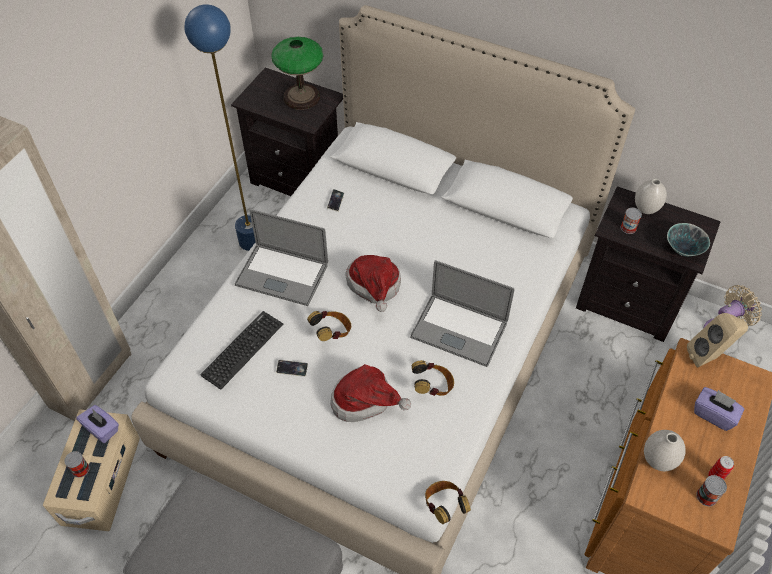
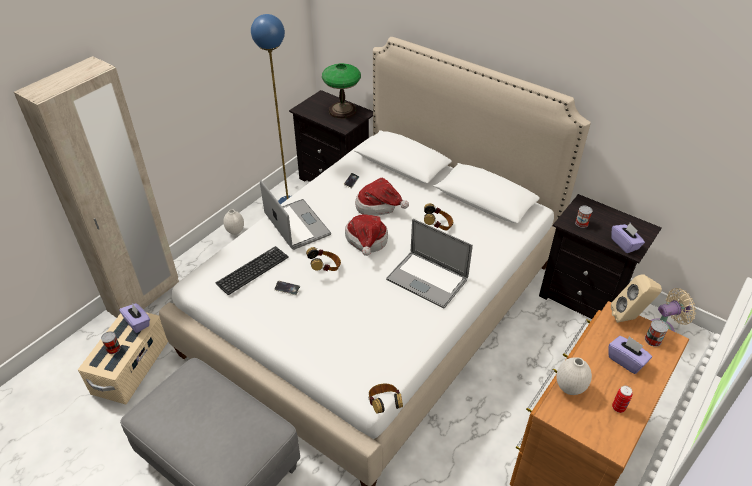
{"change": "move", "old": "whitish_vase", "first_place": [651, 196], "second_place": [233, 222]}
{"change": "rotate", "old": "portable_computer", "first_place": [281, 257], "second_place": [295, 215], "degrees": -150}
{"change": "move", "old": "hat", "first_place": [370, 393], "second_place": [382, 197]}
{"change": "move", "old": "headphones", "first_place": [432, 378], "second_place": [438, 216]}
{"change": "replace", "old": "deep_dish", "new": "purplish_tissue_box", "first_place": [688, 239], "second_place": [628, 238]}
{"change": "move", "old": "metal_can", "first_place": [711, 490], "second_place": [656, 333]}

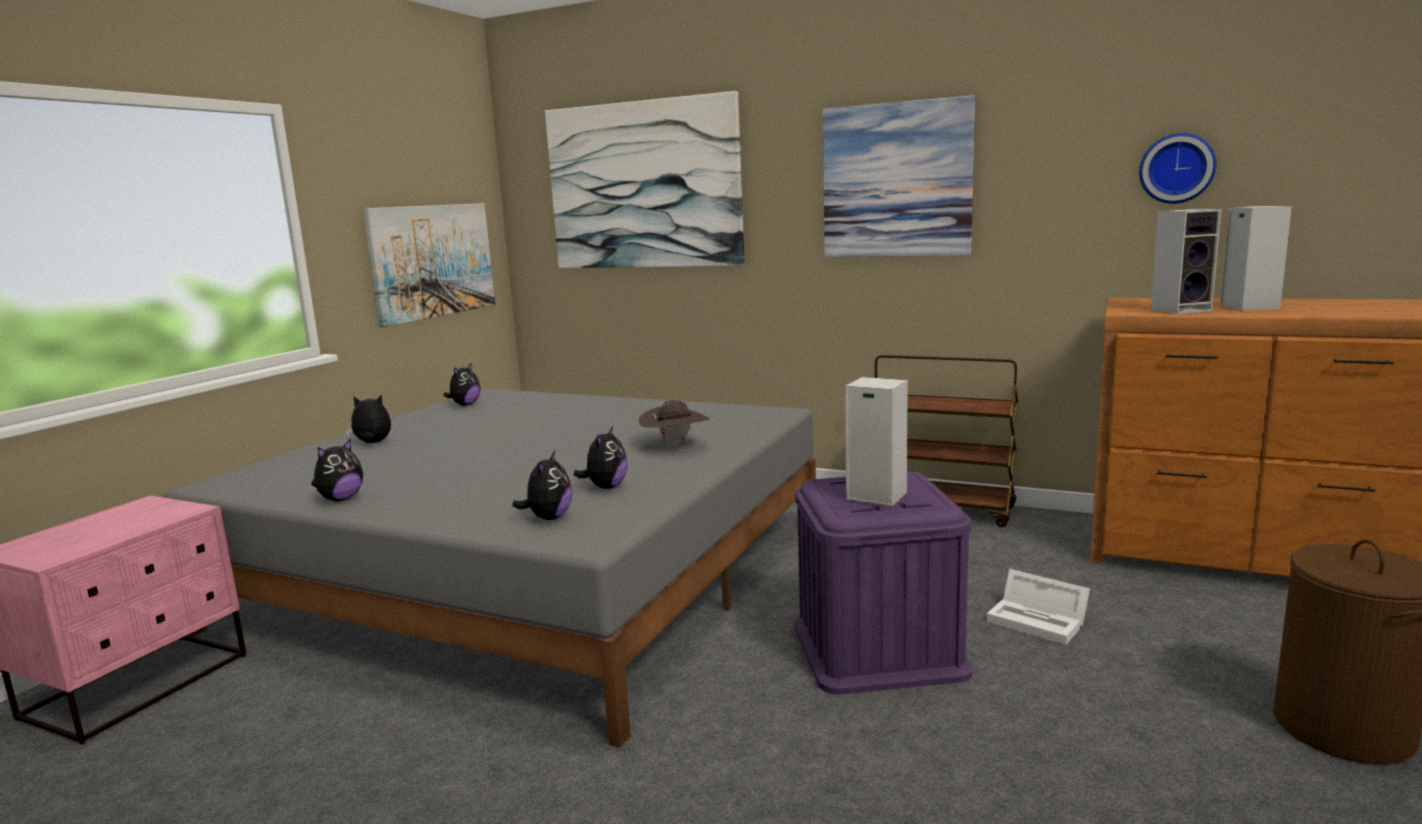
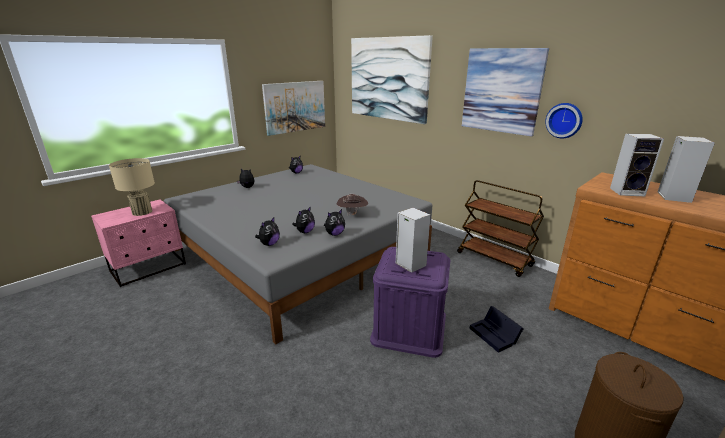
{"change": "insert", "new": "sand-coloured_lamp_for_a_table", "second_place": [132, 187]}
{"change": "move", "old": "cuddly_toy", "first_place": [337, 469], "second_place": [334, 222]}
{"change": "recolor", "old": "whitish_storage_bin", "new": "blackish_storage_bin", "first_place": [1038, 607], "second_place": [497, 329]}
{"change": "move", "old": "hanging_clock", "first_place": [1177, 168], "second_place": [564, 121]}

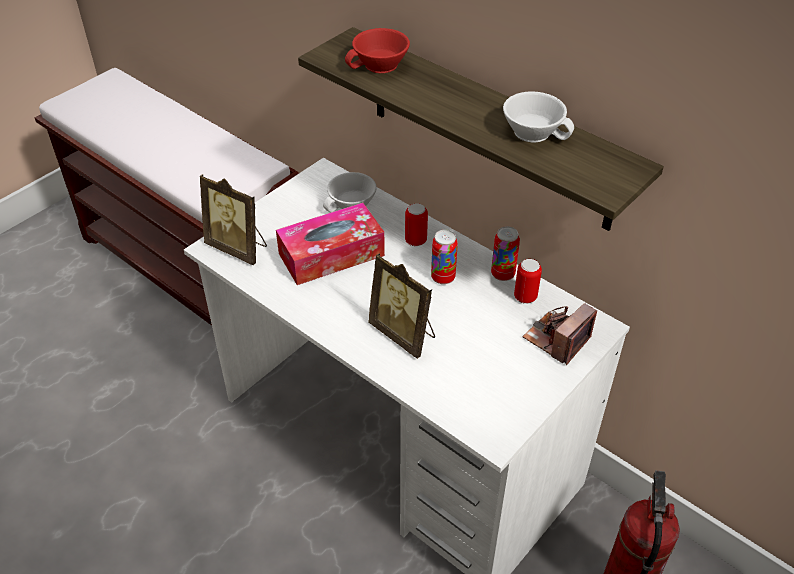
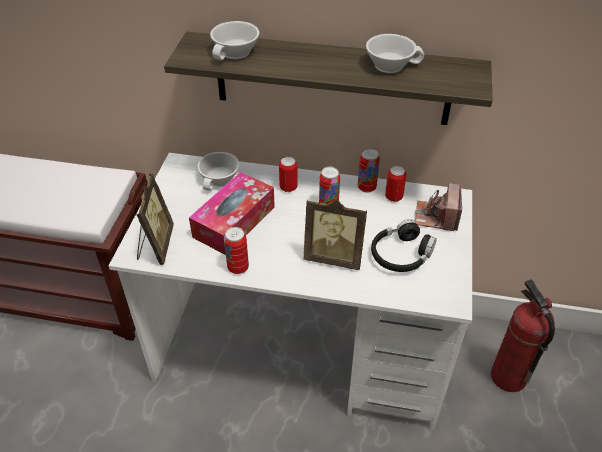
{"change": "rotate", "old": "standing_frame", "first_place": [233, 219], "second_place": [155, 219], "degrees": -90}
{"change": "recolor", "old": "red_cup", "new": "whitish_cup", "first_place": [377, 50], "second_place": [234, 40]}
{"change": "insert", "new": "metal_can", "second_place": [236, 250]}
{"change": "insert", "new": "blackish_headphones", "second_place": [404, 245]}

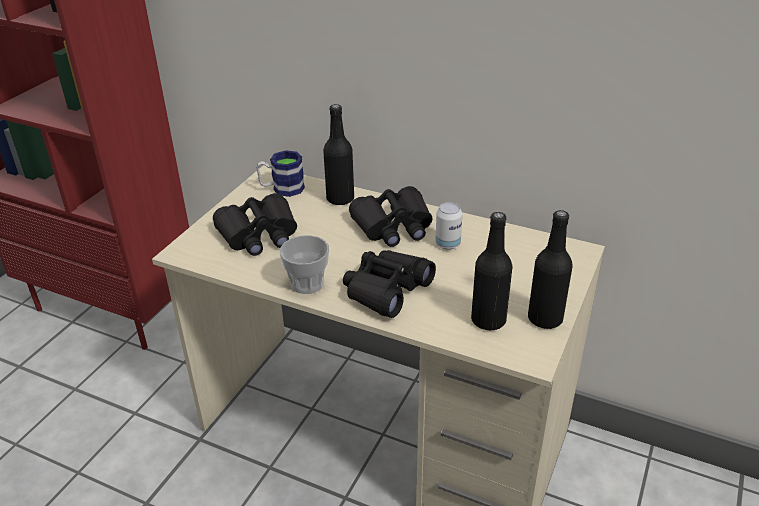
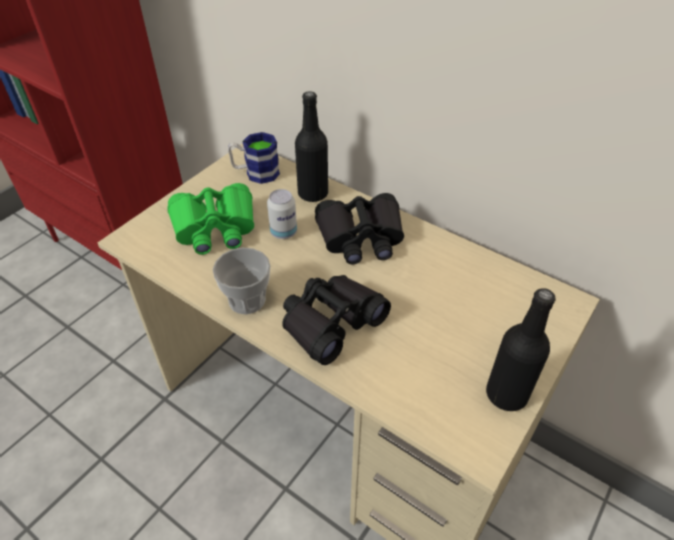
{"change": "recolor", "old": "blackish_field_glasses", "new": "green_field_glasses", "first_place": [255, 224], "second_place": [210, 219]}
{"change": "move", "old": "metal_can", "first_place": [449, 226], "second_place": [282, 214]}
{"change": "delete", "old": "blackish_beverage_bottle", "first_place": [491, 271]}

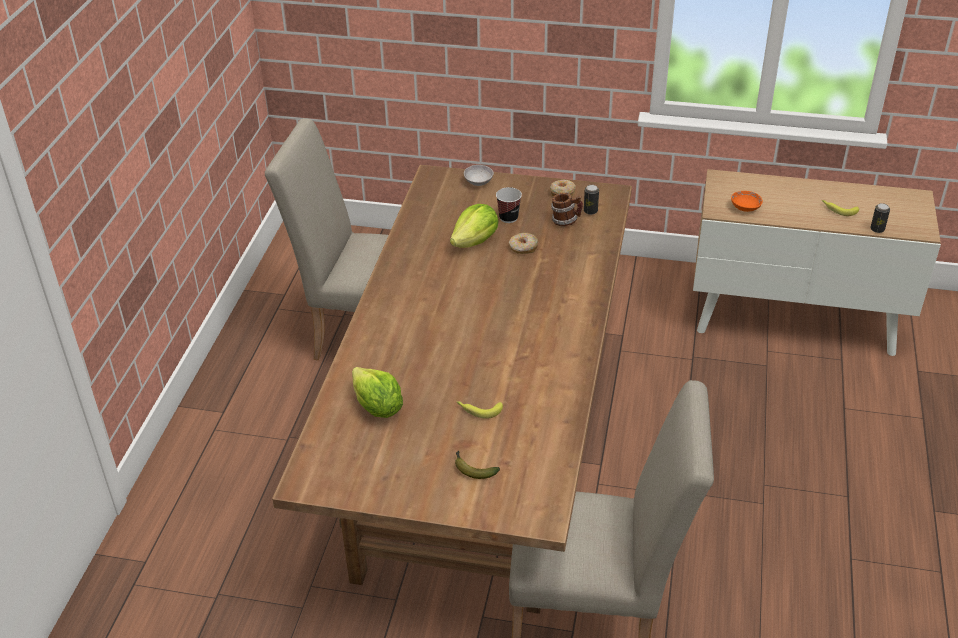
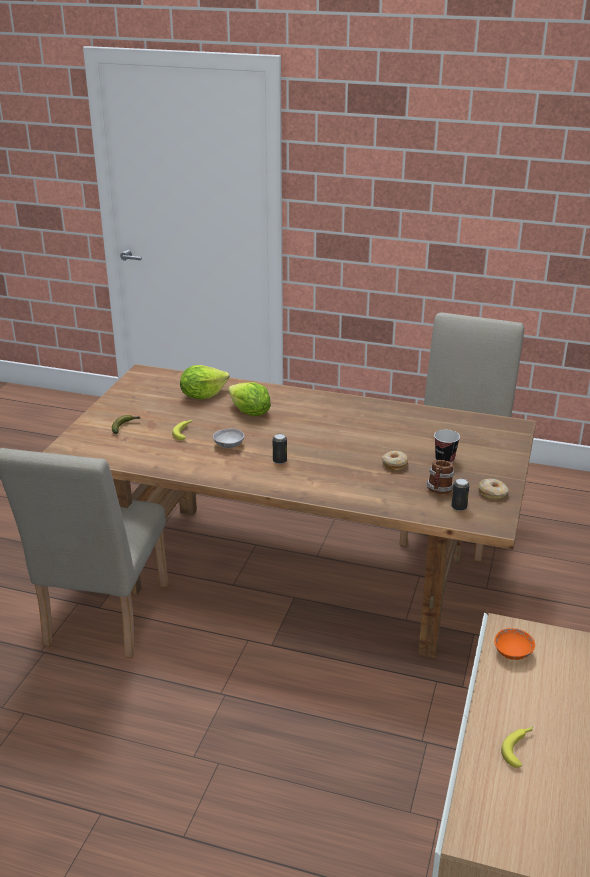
{"change": "move", "old": "gray_deep_dish", "first_place": [479, 175], "second_place": [228, 438]}
{"change": "move", "old": "lettuce", "first_place": [474, 226], "second_place": [249, 399]}
{"change": "move", "old": "metal_can", "first_place": [880, 218], "second_place": [280, 449]}

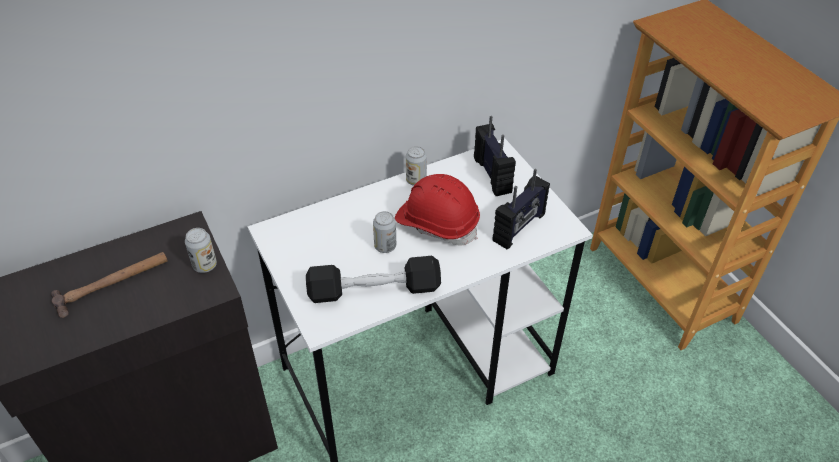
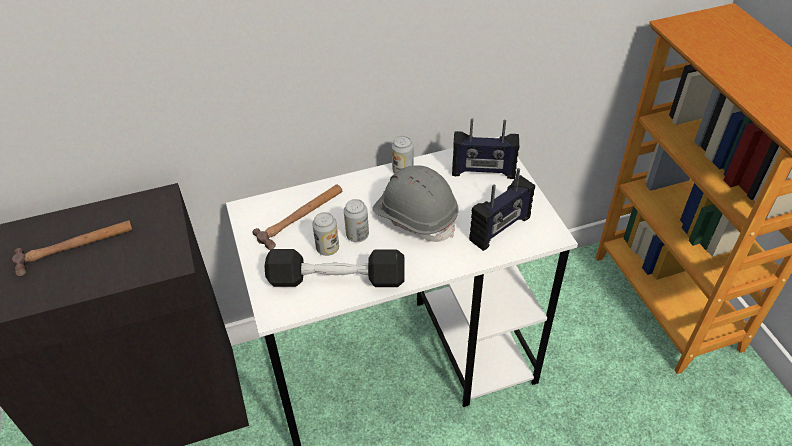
{"change": "insert", "new": "hammer", "second_place": [297, 217]}
{"change": "move", "old": "metal_can", "first_place": [201, 250], "second_place": [325, 234]}
{"change": "recolor", "old": "red_safety_helmet", "new": "gray_safety_helmet", "first_place": [437, 210], "second_place": [415, 203]}
{"change": "rotate", "old": "radio", "first_place": [495, 156], "second_place": [485, 148], "degrees": 105}

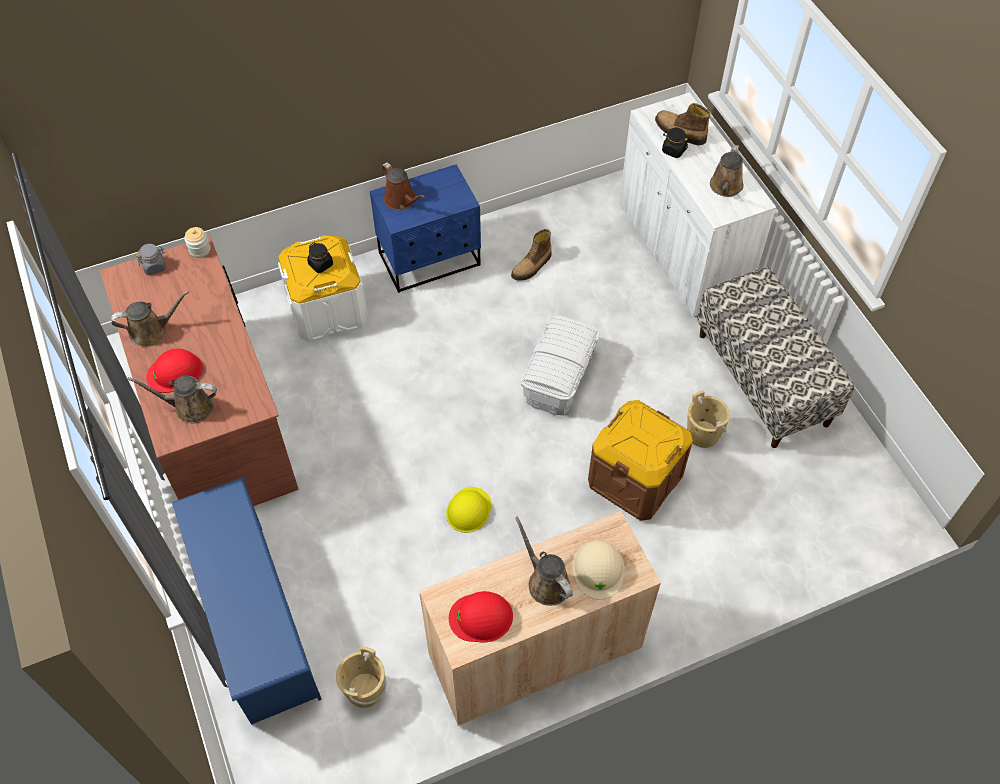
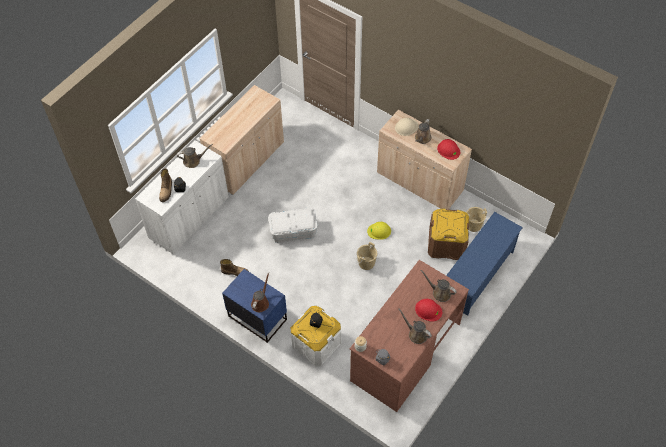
{"change": "replace", "old": "indoor_bench", "new": "sand-coloured_storage_cabinet", "first_place": [775, 357], "second_place": [242, 140]}
{"change": "move", "old": "sand-coloured_bucket", "first_place": [708, 419], "second_place": [367, 256]}
{"change": "rotate", "old": "brown-coloured_sprinkling_can", "first_place": [172, 399], "second_place": [438, 286], "degrees": 150}
{"change": "move", "old": "brown-coloured_storage_bin", "first_place": [640, 460], "second_place": [448, 234]}

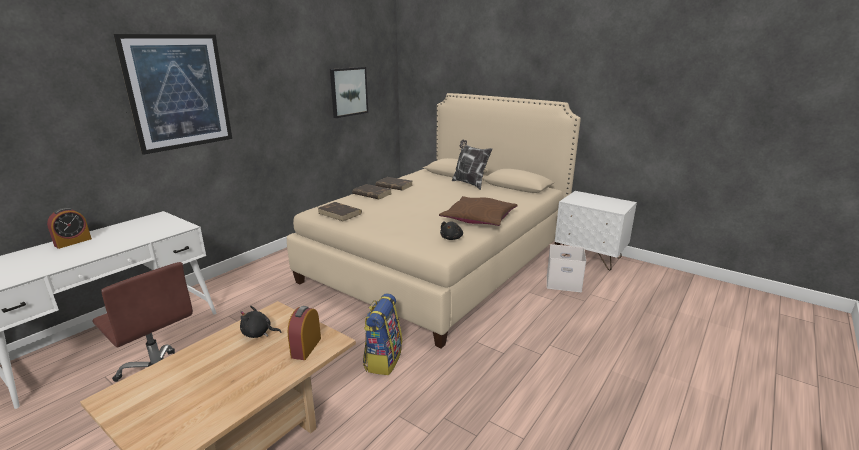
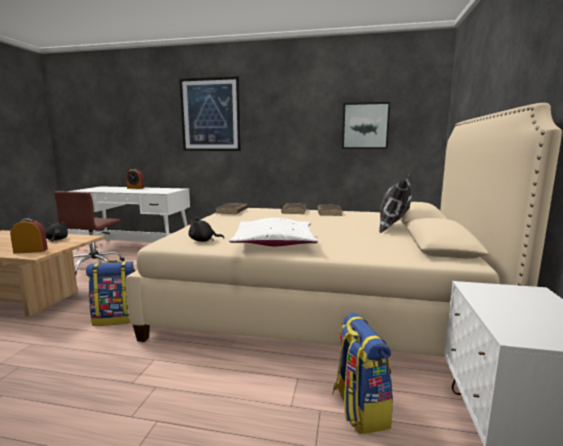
{"change": "recolor", "old": "brown-coloured_cushion", "new": "whitish_cushion", "first_place": [478, 211], "second_place": [273, 232]}
{"change": "replace", "old": "whitish_storage_bin", "new": "knapsack", "first_place": [566, 268], "second_place": [362, 373]}

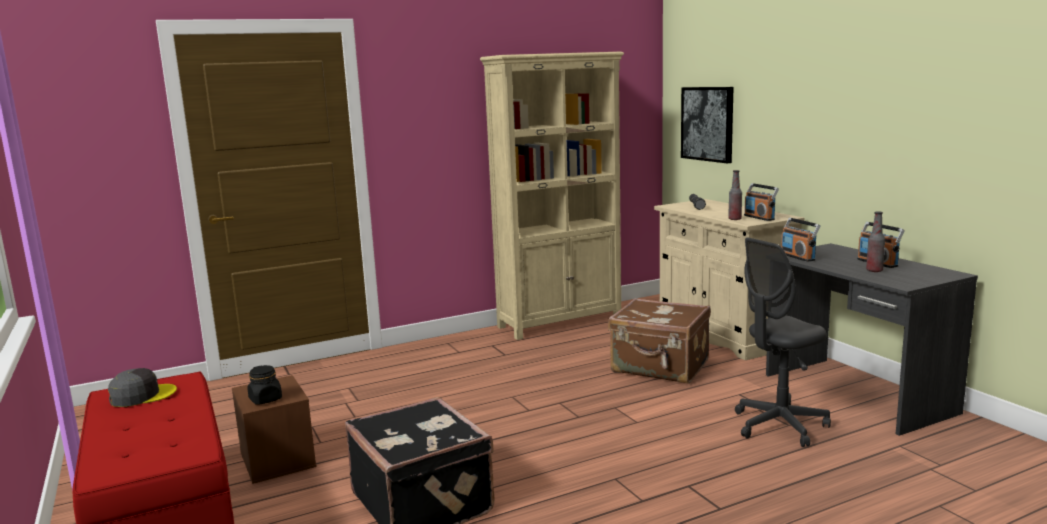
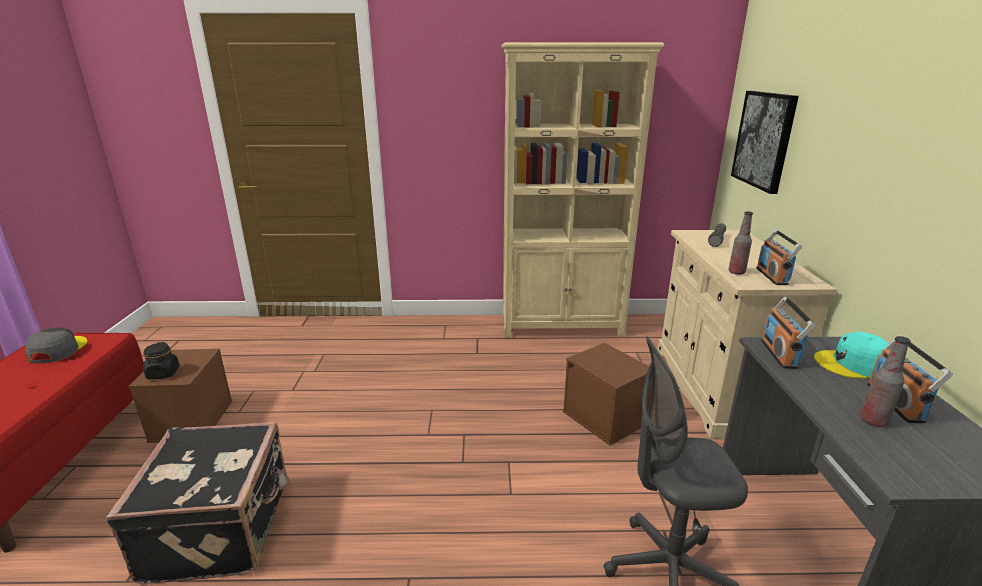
{"change": "rotate", "old": "gray_baseball_cap", "first_place": [142, 387], "second_place": [56, 345], "degrees": -90}
{"change": "replace", "old": "brown-coloured_piece_of_luggage", "new": "brown-coloured_storage_bin", "first_place": [659, 341], "second_place": [608, 394]}
{"change": "insert", "new": "turquoise_baseball_cap", "second_place": [851, 355]}

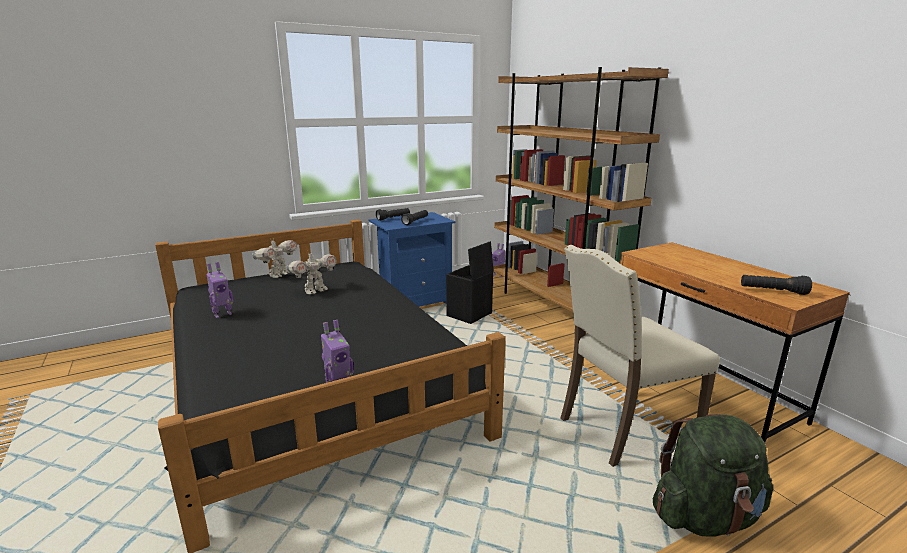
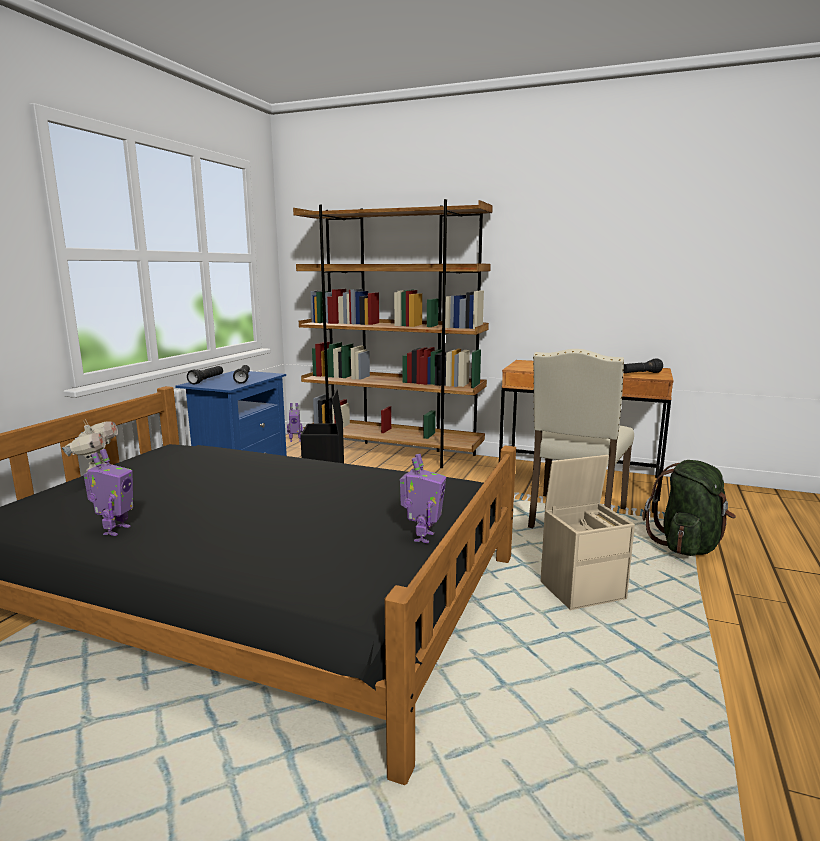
{"change": "insert", "new": "sand-coloured_storage_bin", "second_place": [587, 532]}
{"change": "delete", "old": "model_robot", "first_place": [312, 271]}

